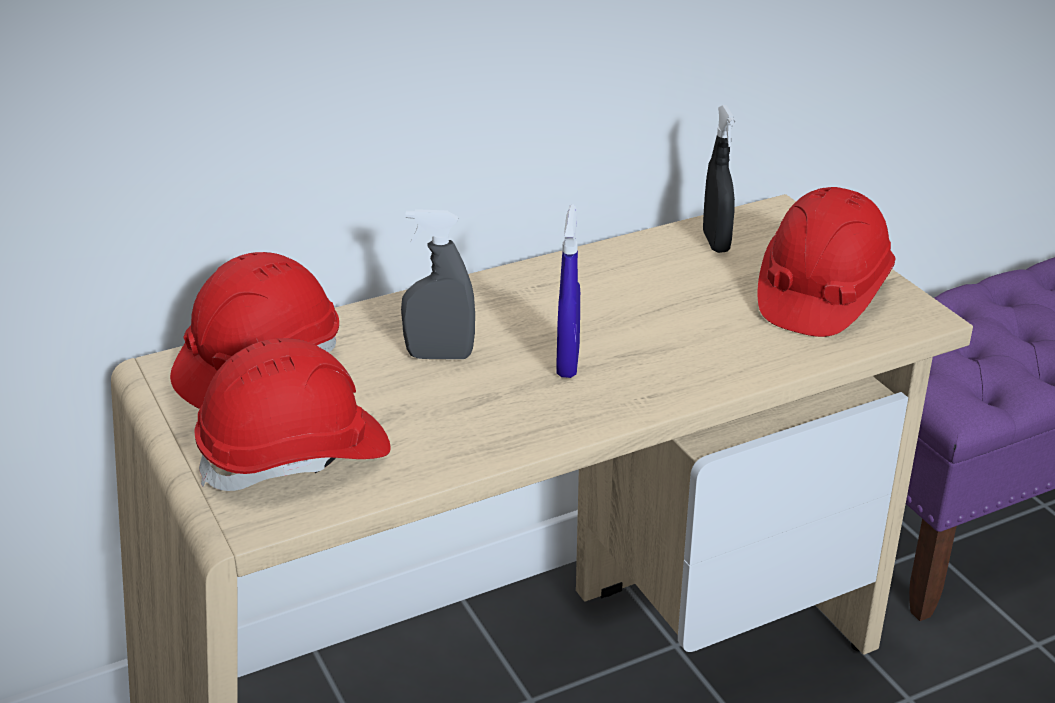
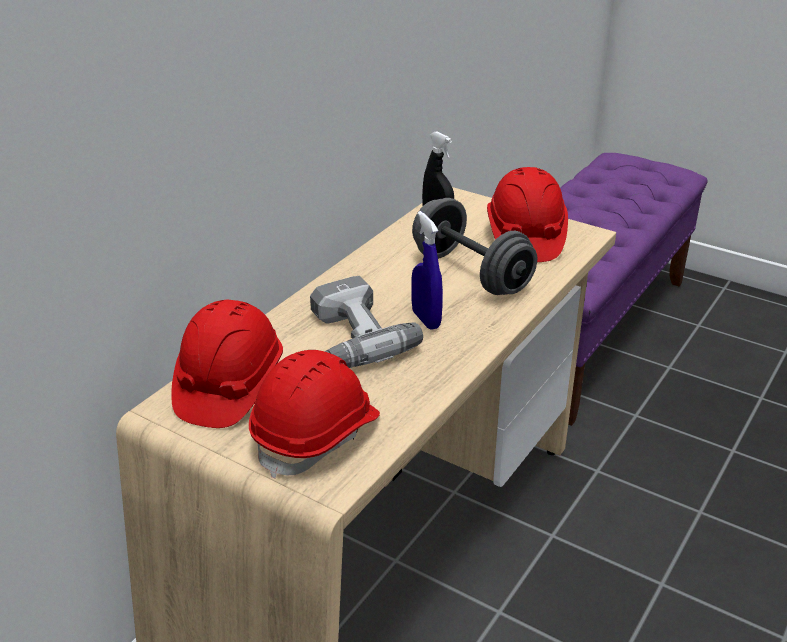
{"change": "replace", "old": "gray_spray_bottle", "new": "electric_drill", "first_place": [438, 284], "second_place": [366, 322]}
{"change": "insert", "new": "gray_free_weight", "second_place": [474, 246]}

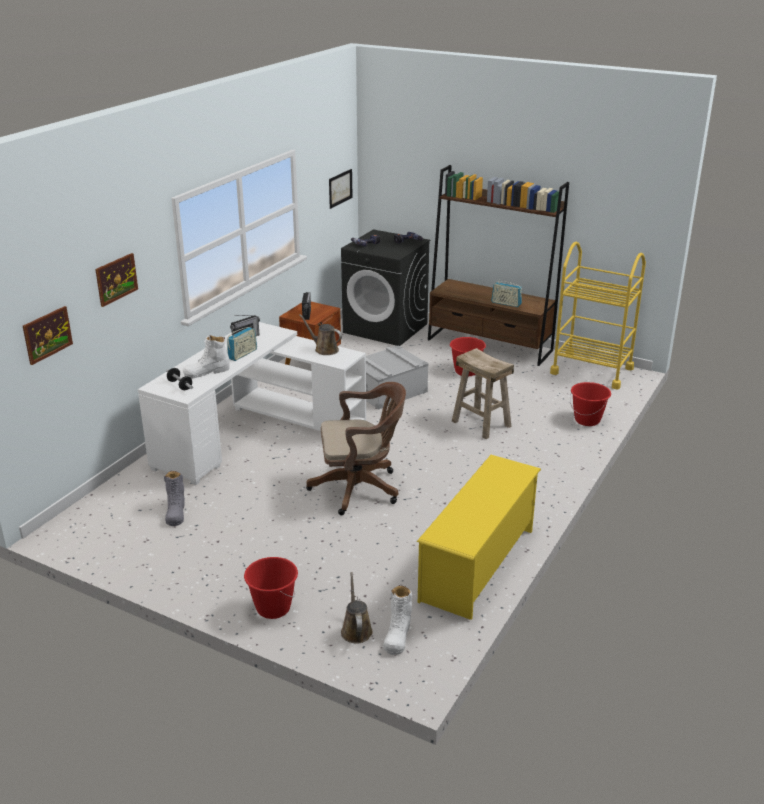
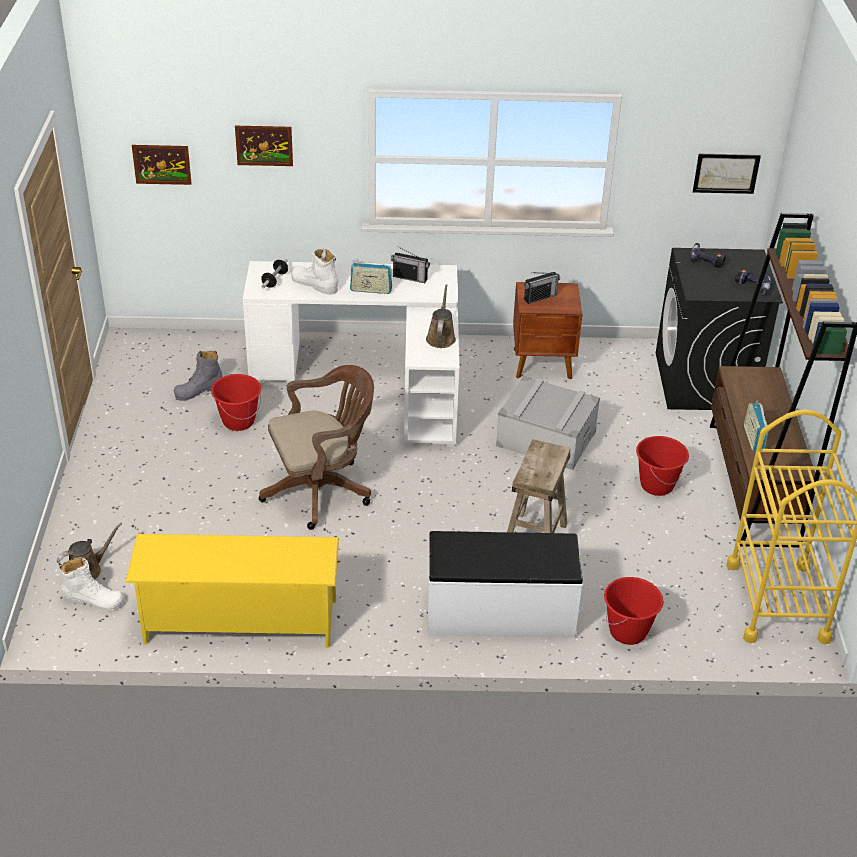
{"change": "rotate", "old": "whitish_high-top_boot", "first_place": [397, 619], "second_place": [92, 584], "degrees": -150}
{"change": "move", "old": "red_bucket", "first_place": [271, 588], "second_place": [236, 402]}
{"change": "rotate", "old": "brown-coloured_computer_chair", "first_place": [356, 448], "second_place": [316, 447], "degrees": -75}
{"change": "insert", "new": "whitish_indoor_bench", "second_place": [505, 584]}

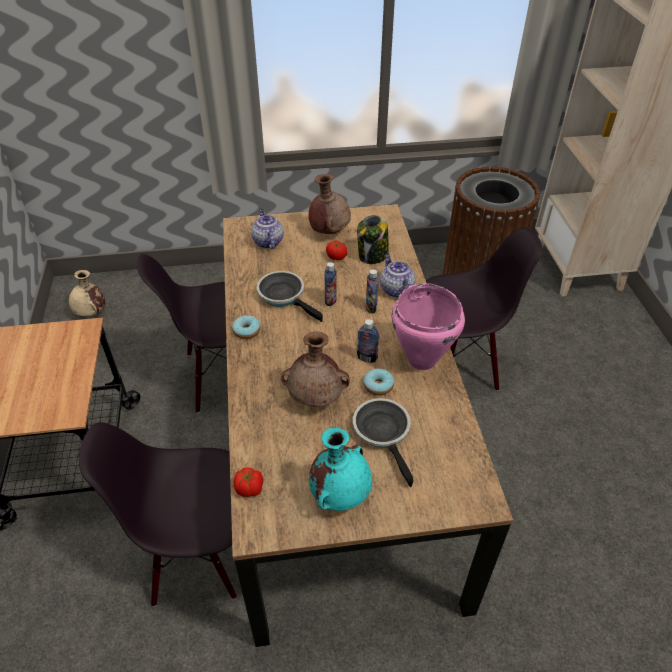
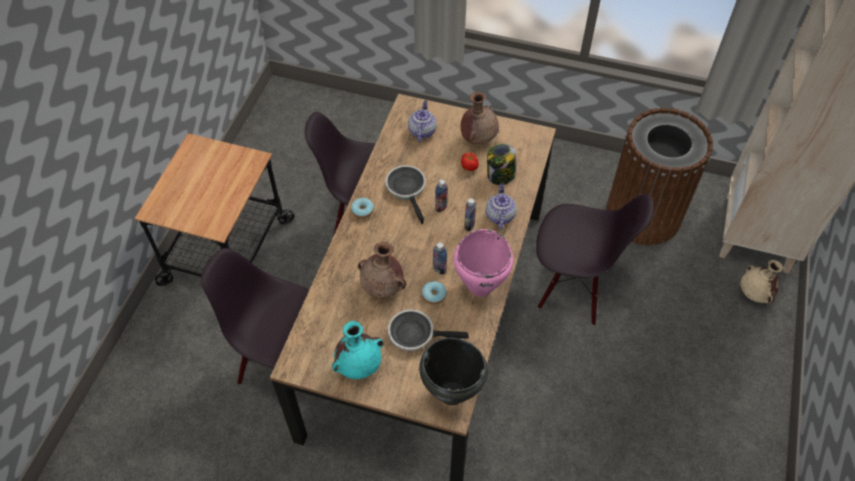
{"change": "rotate", "old": "frying_pan", "first_place": [383, 442], "second_place": [428, 330], "degrees": -90}
{"change": "insert", "new": "blackish_saucepot", "second_place": [453, 371]}
{"change": "move", "old": "sand-coloured_vase", "first_place": [87, 293], "second_place": [761, 282]}
{"change": "delete", "old": "tomato", "first_place": [248, 482]}

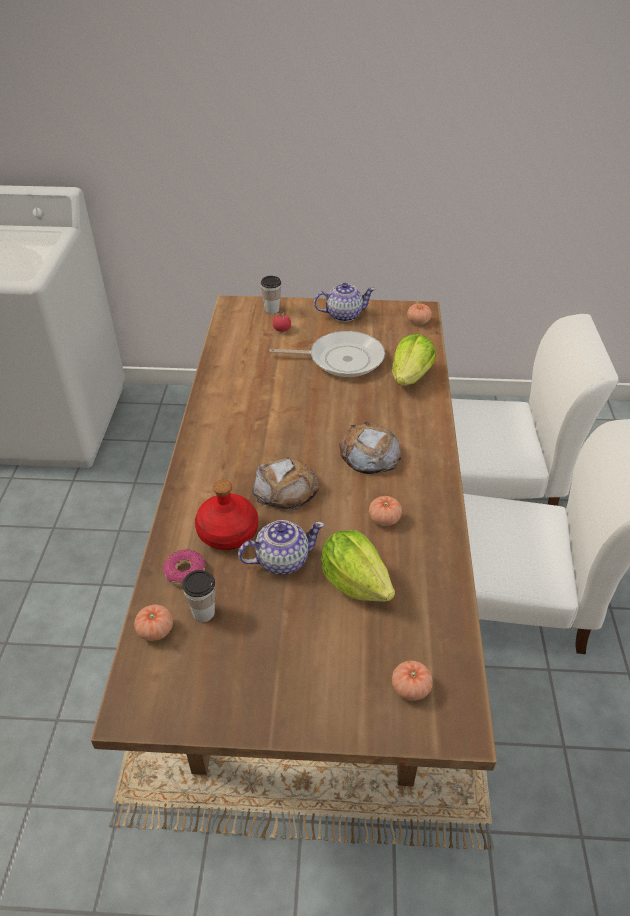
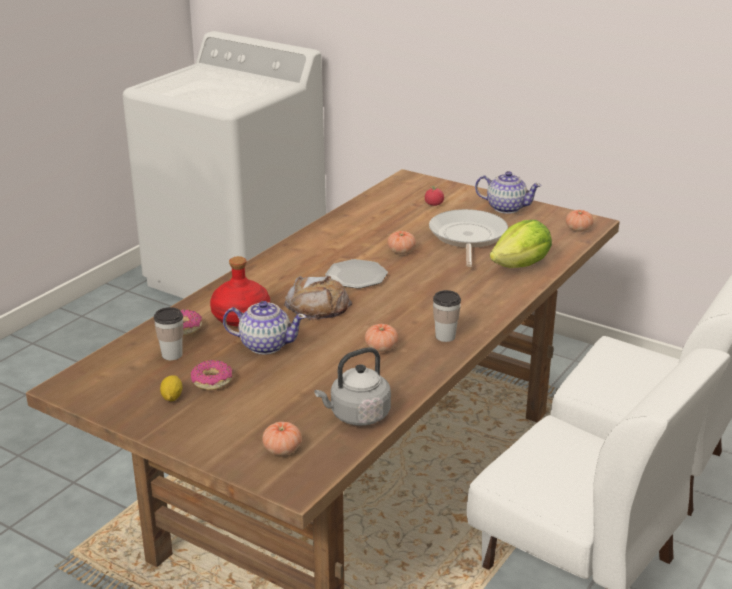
{"change": "insert", "new": "lemon", "second_place": [171, 388]}
{"change": "insert", "new": "ring_doughnut", "second_place": [211, 375]}
{"change": "insert", "new": "gray_tea_kettle", "second_place": [352, 386]}
{"change": "insert", "new": "dinner_plate", "second_place": [356, 274]}
{"change": "move", "old": "tomato", "first_place": [153, 623], "second_place": [401, 242]}
{"change": "rotate", "old": "frying_pan", "first_place": [327, 354], "second_place": [468, 238], "degrees": -120}
{"change": "move", "old": "cup", "first_place": [271, 295], "second_place": [447, 316]}
{"change": "delete", "old": "lettuce", "first_place": [358, 566]}
{"change": "delete", "old": "baked_bread", "first_place": [370, 448]}

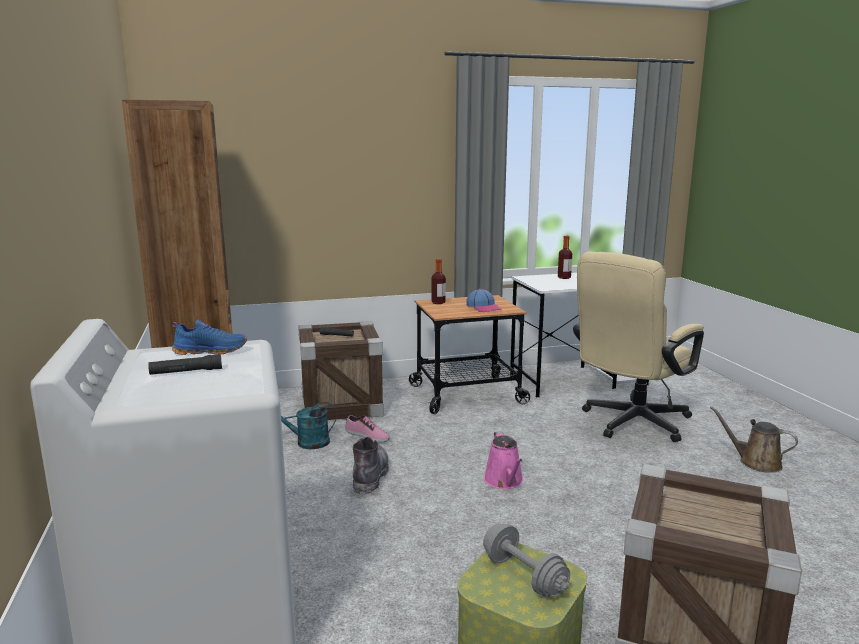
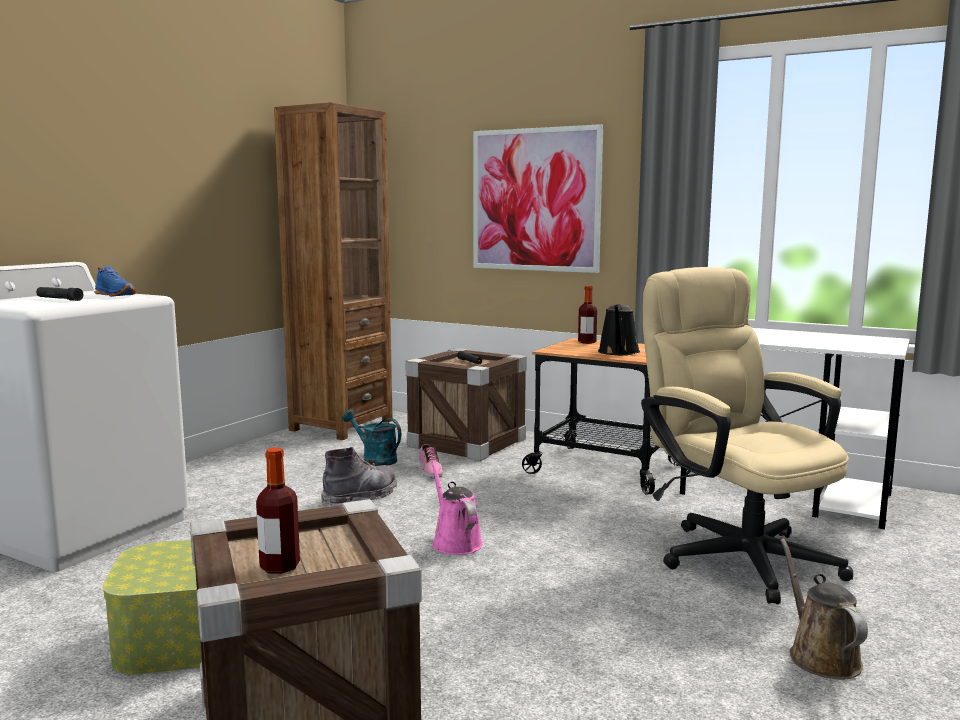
{"change": "move", "old": "beverage_bottle", "first_place": [565, 257], "second_place": [278, 510]}
{"change": "rotate", "old": "pinkish_sprinkling_can", "first_place": [503, 460], "second_place": [457, 508], "degrees": 120}
{"change": "insert", "new": "picture", "second_place": [538, 198]}
{"change": "replace", "old": "baseball_cap", "new": "blackish_sprinkling_can", "first_place": [483, 300], "second_place": [619, 329]}
{"change": "rotate", "old": "sand-coloured_computer_chair", "first_place": [638, 347], "second_place": [747, 435], "degrees": 60}
{"change": "delete", "old": "gray_free_weight", "first_place": [526, 560]}

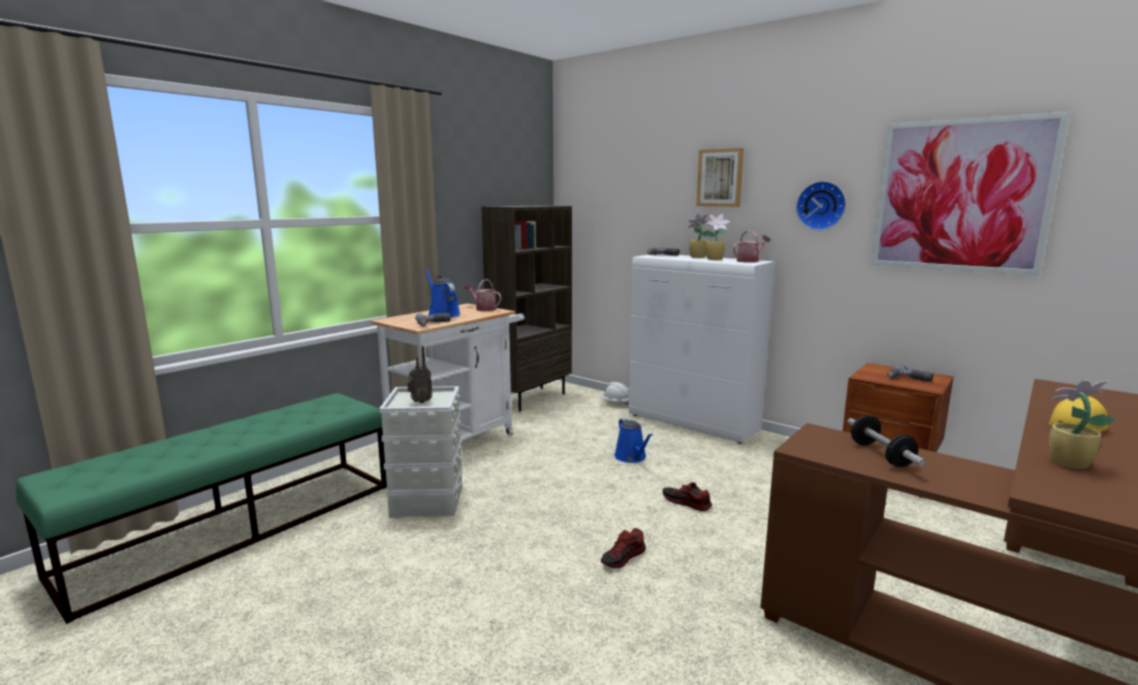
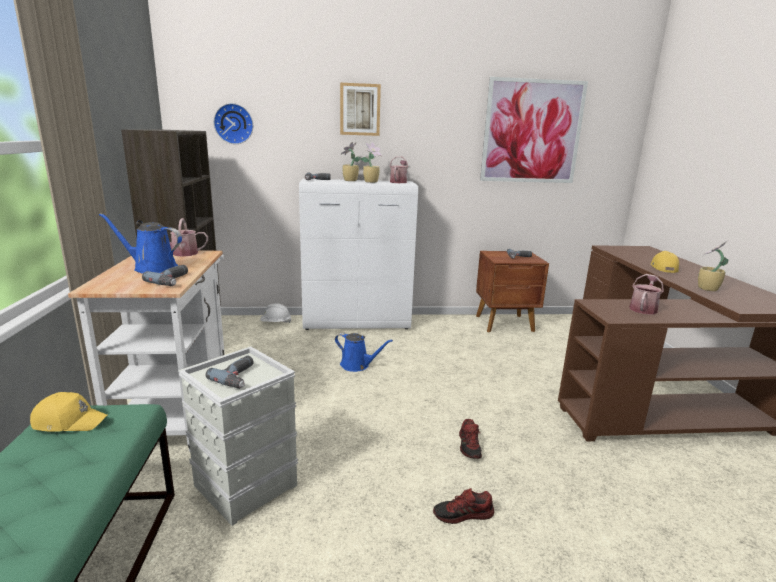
{"change": "insert", "new": "yellowish_baseball_cap", "second_place": [68, 411]}
{"change": "replace", "old": "radio", "new": "electric_drill", "first_place": [420, 374], "second_place": [230, 372]}
{"change": "move", "old": "hanging_clock", "first_place": [821, 205], "second_place": [233, 123]}
{"change": "move", "old": "shoe", "first_place": [687, 496], "second_place": [463, 506]}
{"change": "replace", "old": "free_weight", "new": "sprinkling_can", "first_place": [886, 441], "second_place": [647, 294]}

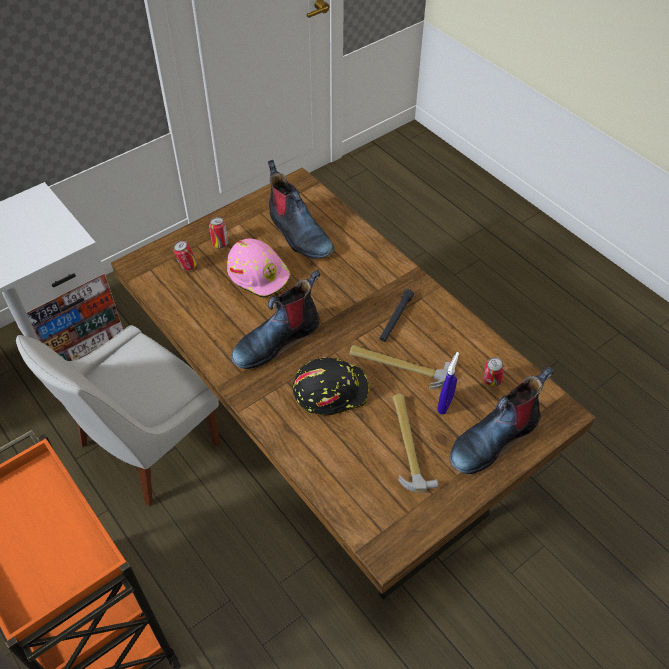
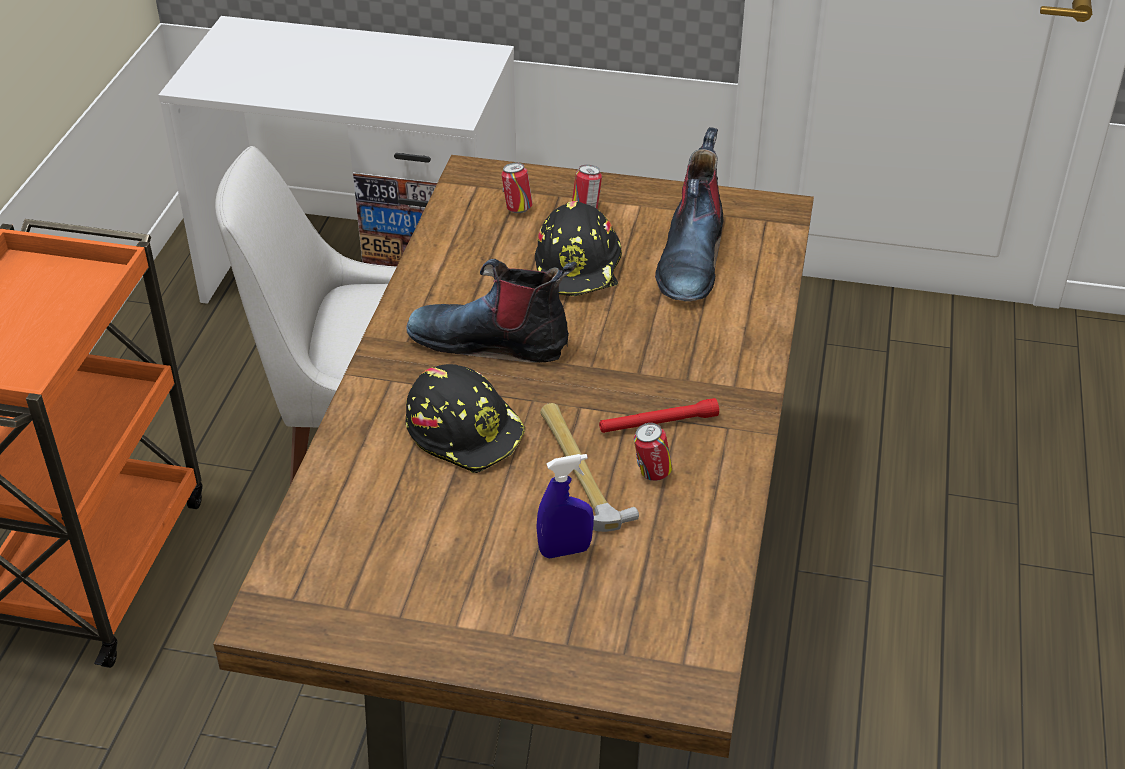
{"change": "recolor", "old": "pinkish_safety_helmet", "new": "blackish_safety_helmet", "first_place": [259, 268], "second_place": [578, 248]}
{"change": "recolor", "old": "blackish_flashlight", "new": "red_flashlight", "first_place": [397, 315], "second_place": [659, 415]}
{"change": "move", "old": "metal_can", "first_place": [494, 371], "second_place": [653, 452]}
{"change": "delete", "old": "hammer", "first_place": [415, 443]}
{"change": "delete", "old": "high-top_boot", "first_place": [502, 420]}

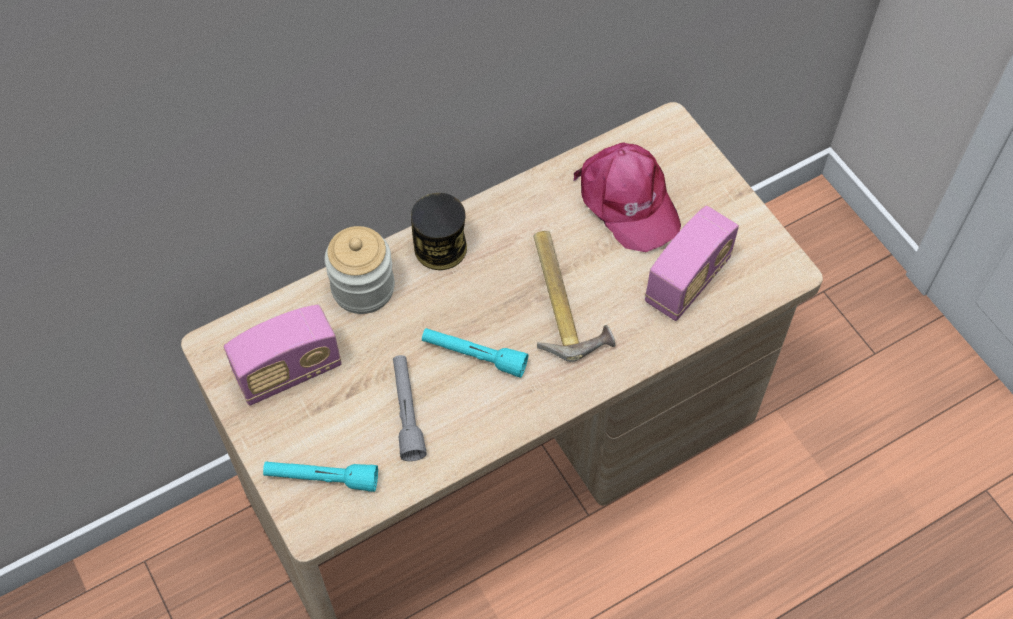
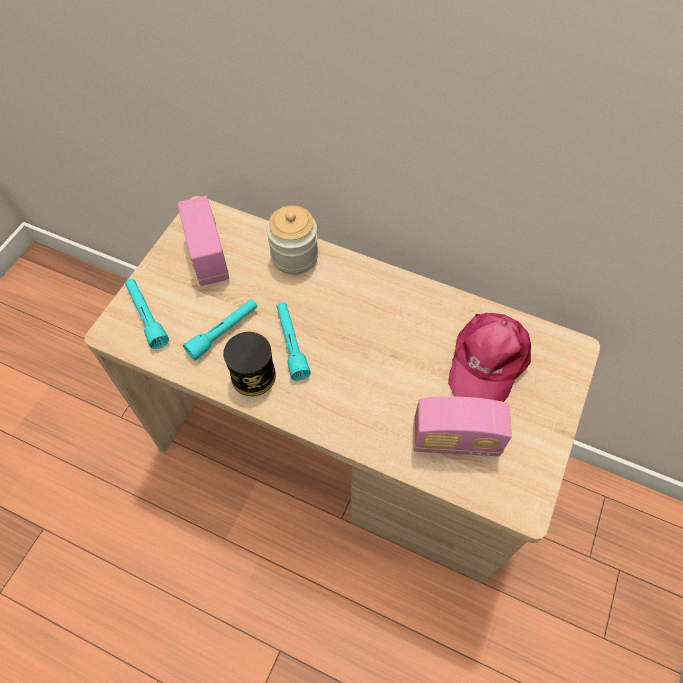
{"change": "rotate", "old": "radio", "first_place": [283, 355], "second_place": [203, 241], "degrees": -135}
{"change": "recolor", "old": "gray_flashlight", "new": "turquoise_flashlight", "first_place": [410, 408], "second_place": [220, 330]}
{"change": "move", "old": "metal_can", "first_place": [439, 231], "second_place": [249, 364]}
{"change": "delete", "old": "hammer", "first_place": [574, 296]}

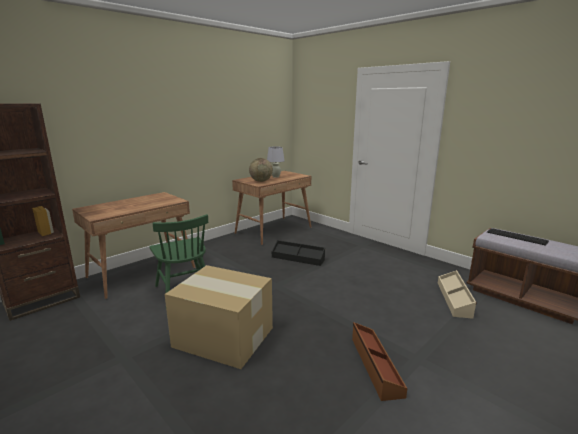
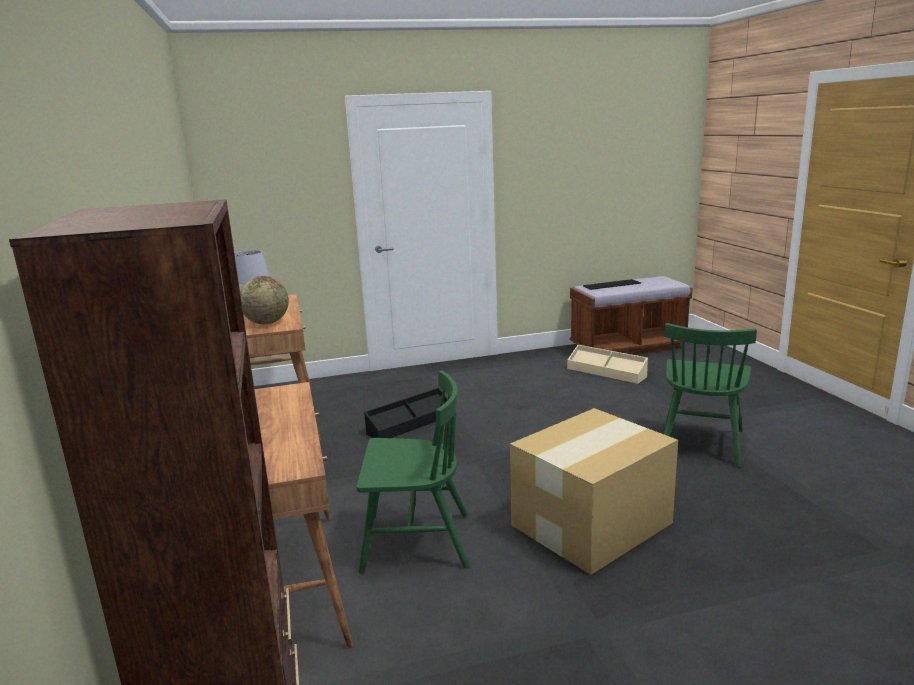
{"change": "replace", "old": "brown-coloured_storage_bin", "new": "green_chair", "first_place": [379, 361], "second_place": [710, 395]}

